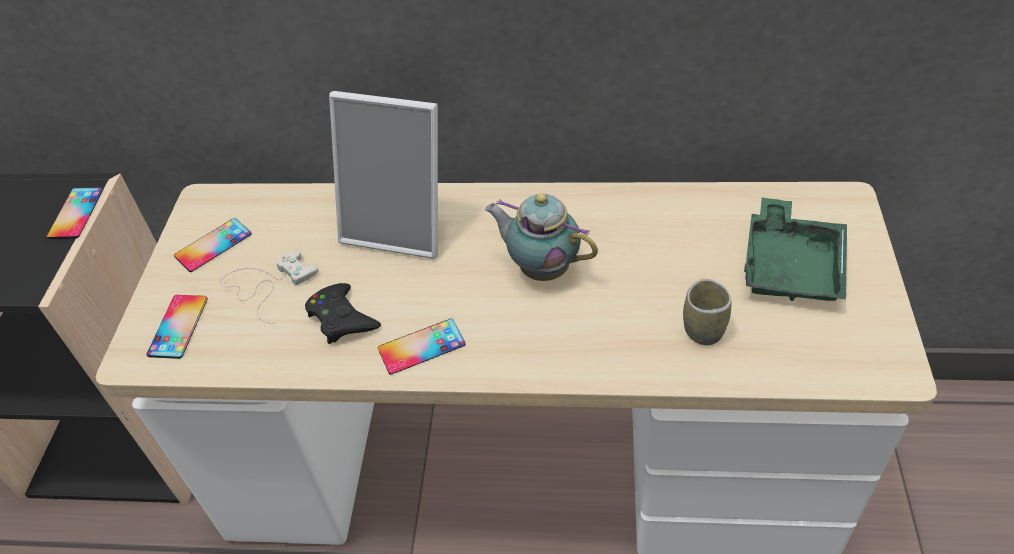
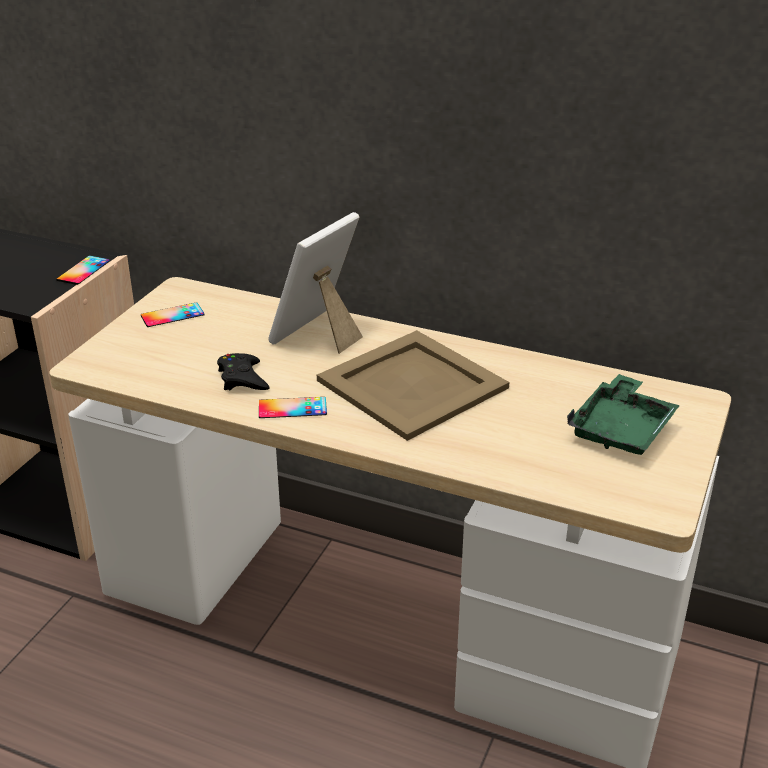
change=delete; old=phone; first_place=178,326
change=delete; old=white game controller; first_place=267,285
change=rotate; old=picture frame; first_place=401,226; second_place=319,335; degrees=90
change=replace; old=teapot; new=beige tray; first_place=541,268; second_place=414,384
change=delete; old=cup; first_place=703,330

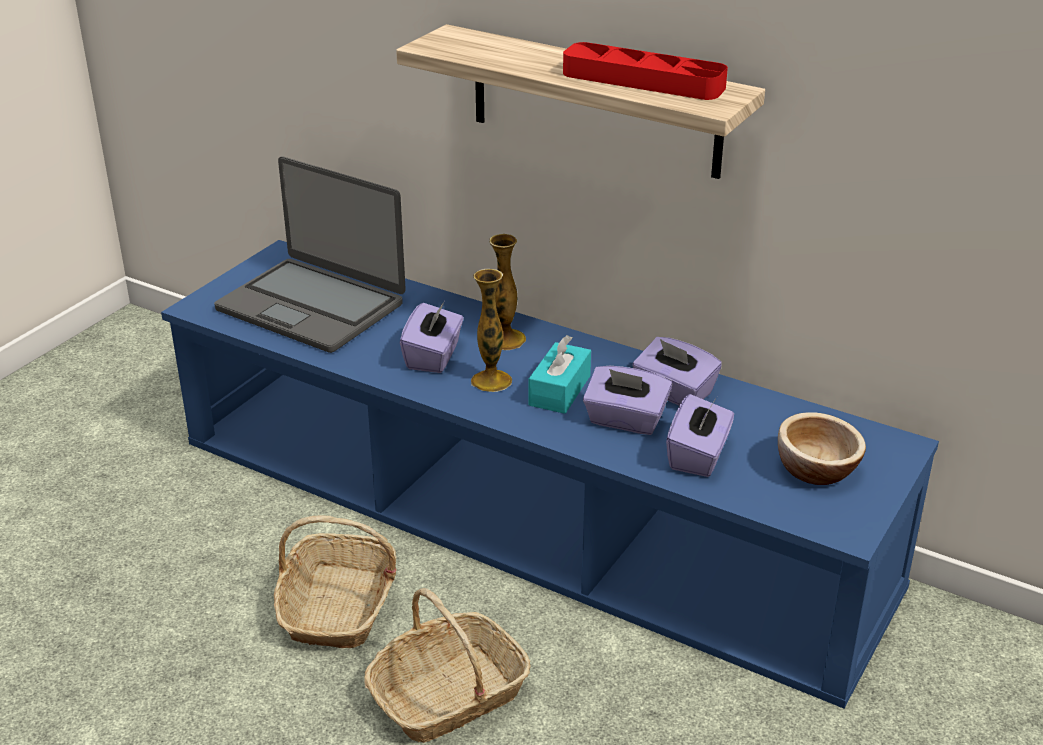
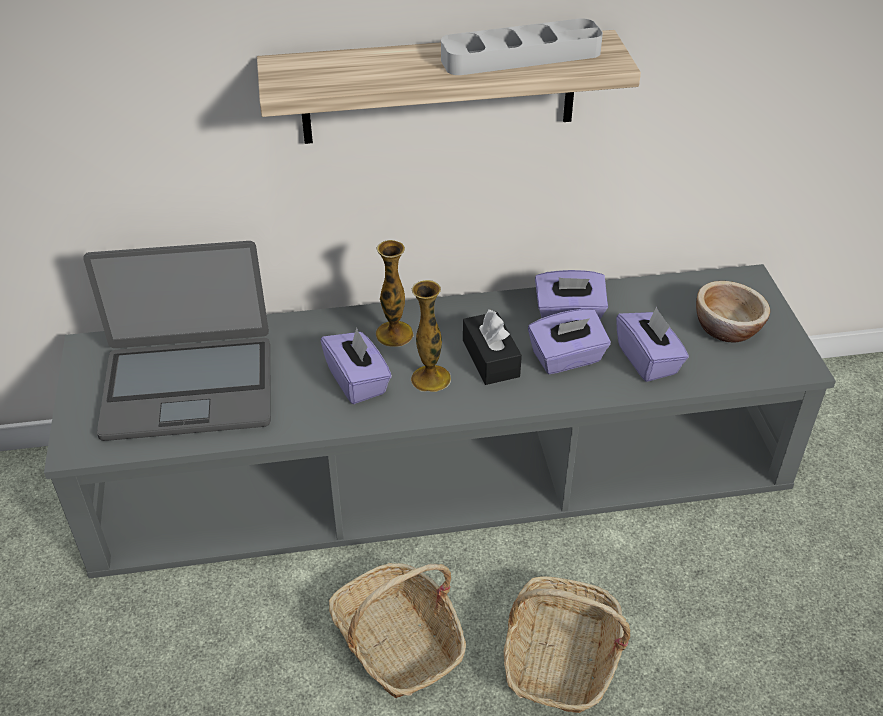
change=recolor; old=blue tv stand; new=grey tv stand; first_place=523,510; second_place=440,468
change=recolor; old=turquoise tissue box; new=black tissue box; first_place=559,390; second_place=490,358
change=recolor; old=red tray; new=grey tray; first_place=643,80; second_place=521,56

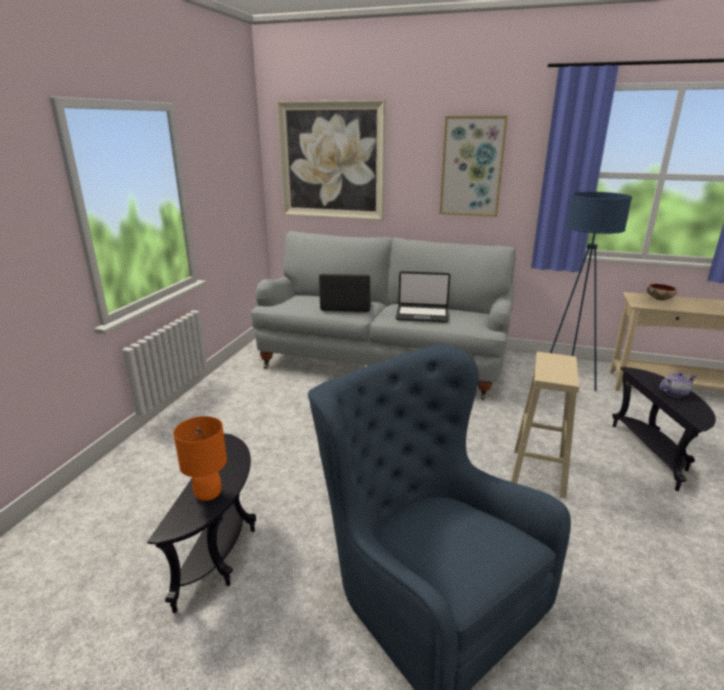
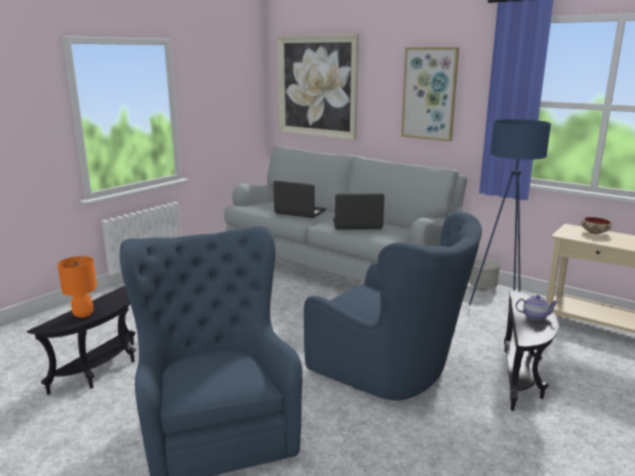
change=rotate; old=laptop; first_place=422,314; second_place=357,225; degrees=150
change=replace; old=beige stool; new=blue armchair; first_place=538,473; second_place=390,371
change=insert; new=grey planter; second_place=483,287

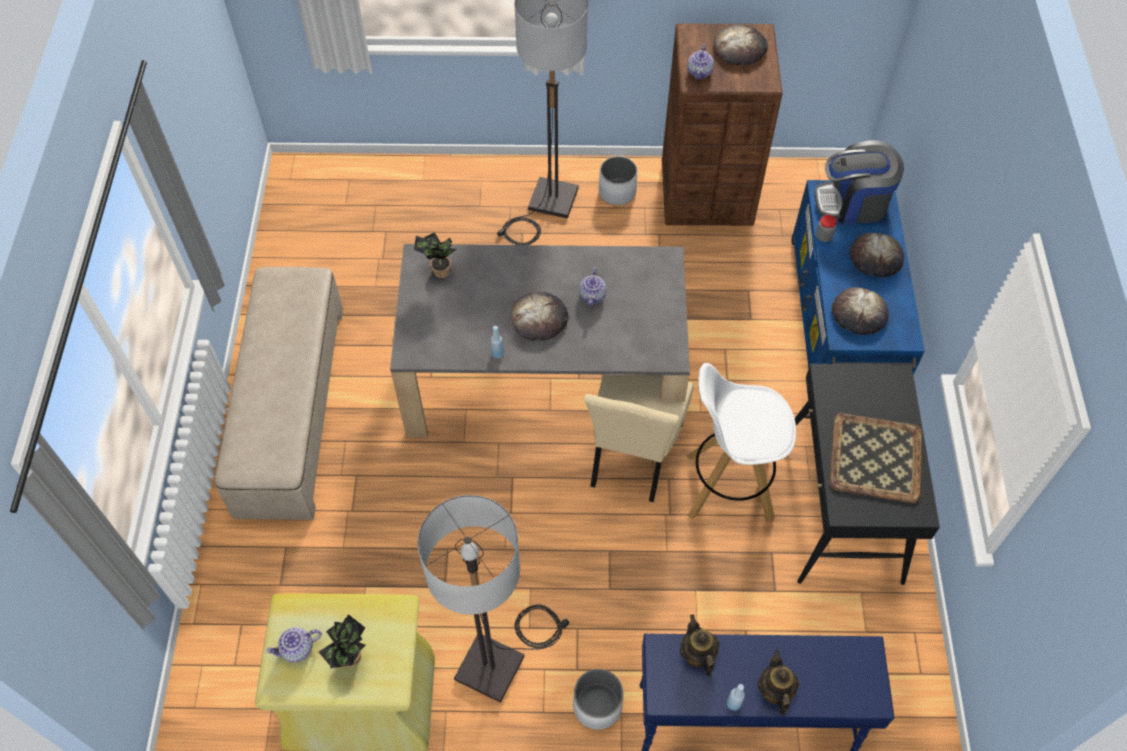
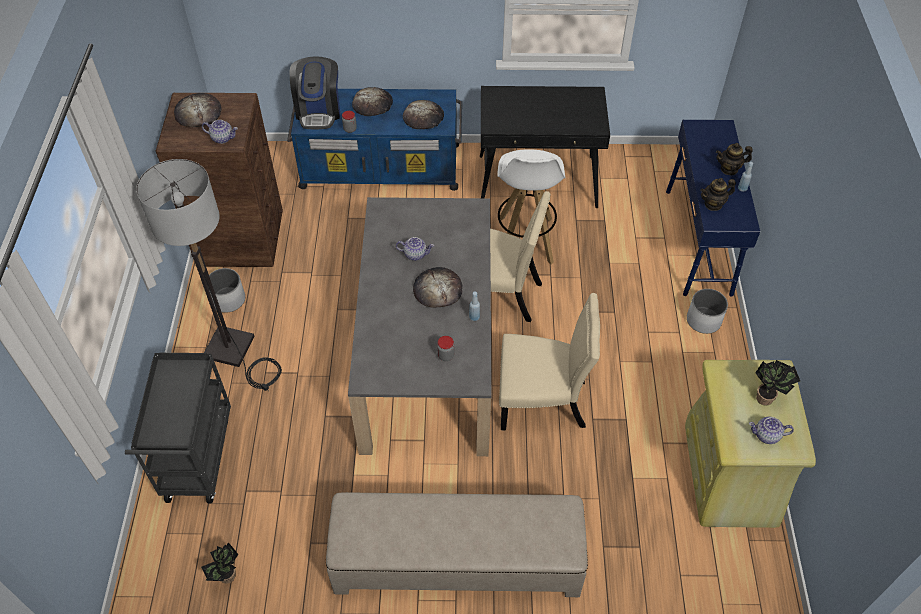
change=rotate; old=teapot; first_place=297,649; second_place=766,435; degrees=120
change=move; old=potted plant; first_place=439,272; second_place=228,578
change=delete; old=floor lamp; first_place=504,656
change=delete; old=tray; first_place=875,457
change=insert; new=grey cart; second_place=198,461
change=insert; new=jar; second_place=446,355
change=insert; new=beige chair; second_place=541,402

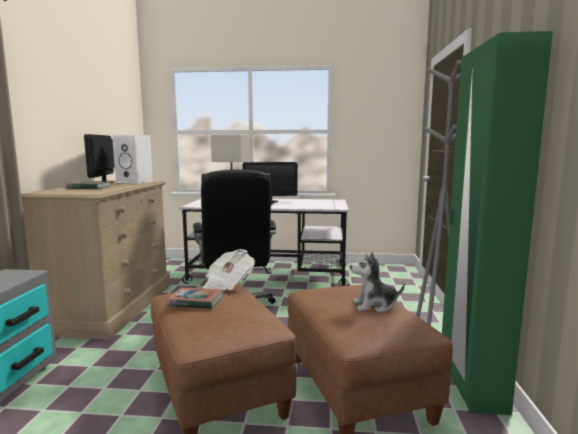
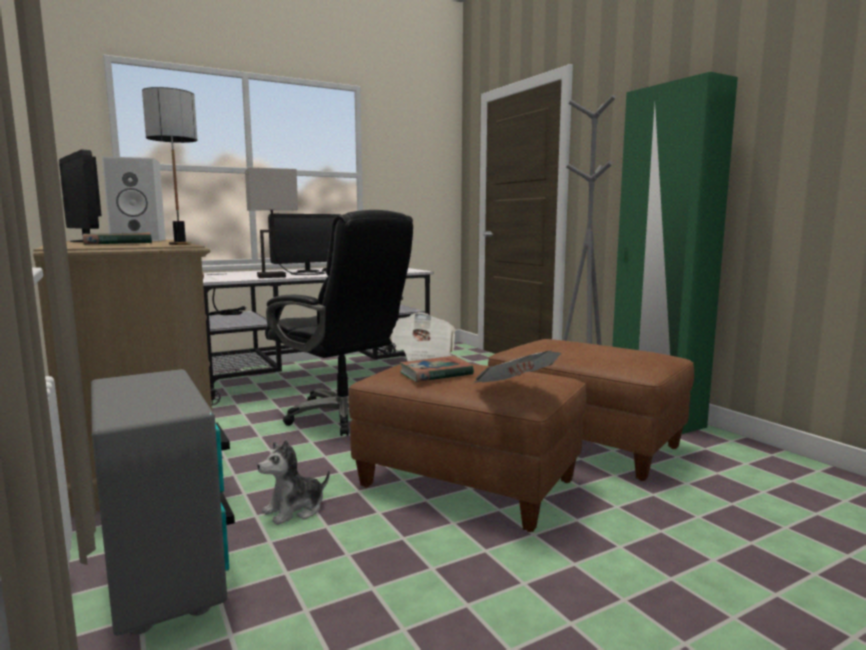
change=move; old=plush toy; first_place=375,306; second_place=295,510
change=insert; new=table lamp; second_place=179,244
change=insert; new=newspaper; second_place=515,391

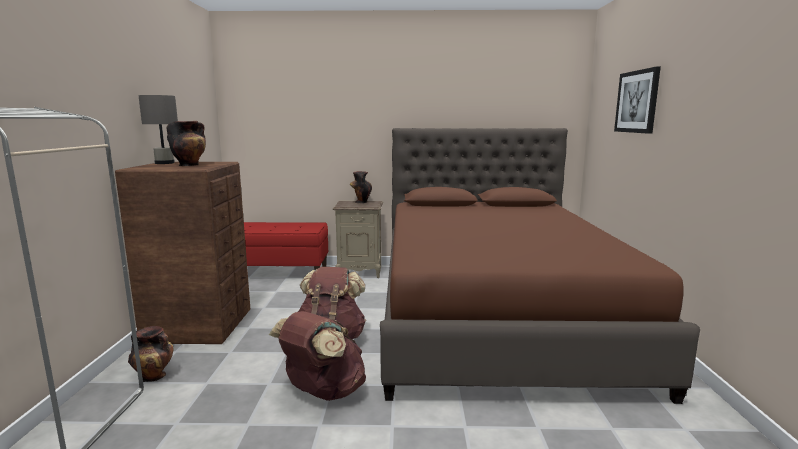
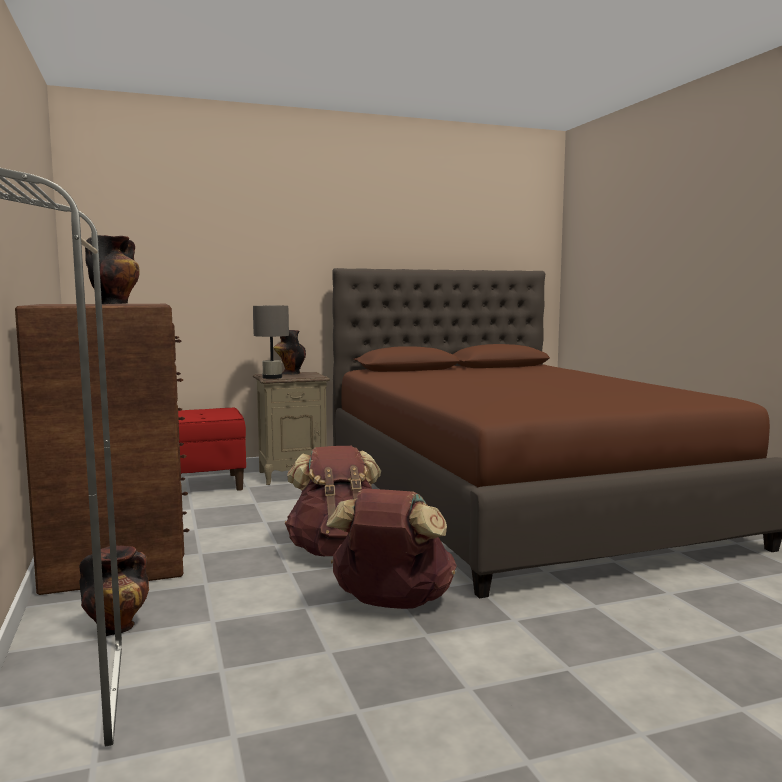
change=move; old=grey table lamp; first_place=164,163; second_place=272,377
change=delete; old=picture; first_place=637,101

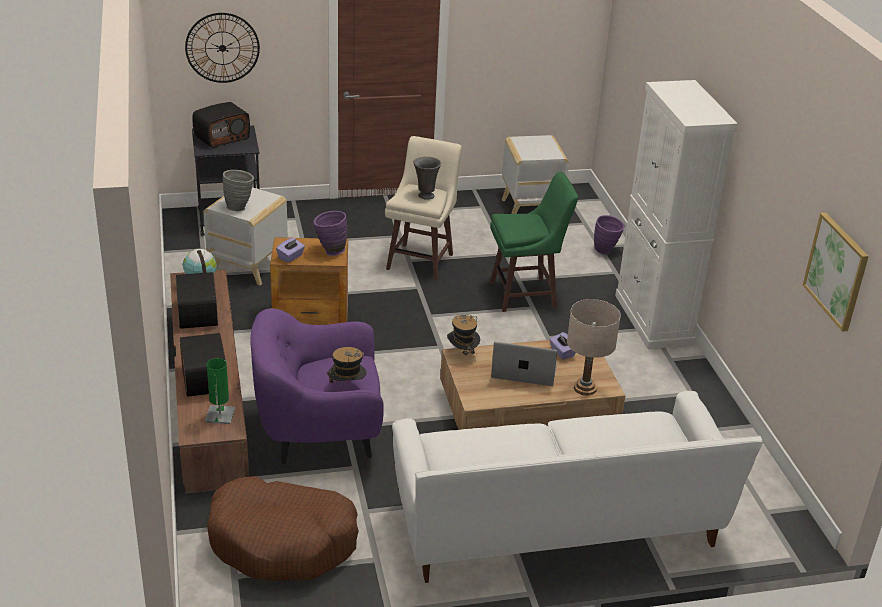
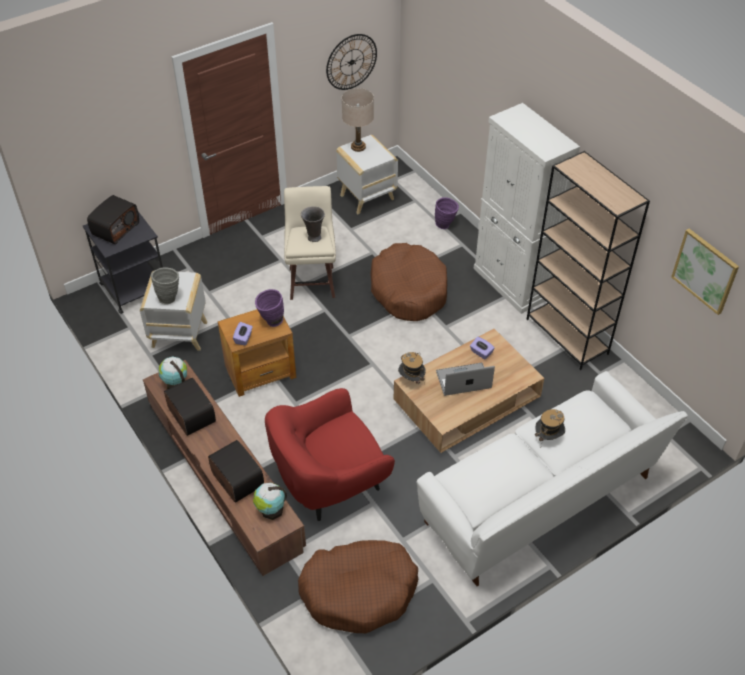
change=move; old=wall clock; first_place=222,48; second_place=351,62
change=replace; old=green table lamp; new=globe; first_place=220,415; second_place=270,510
change=recolor; old=purple armchair; new=red armchair; first_place=318,434; second_place=329,482
change=move; old=hat; first_place=347,387; second_place=548,438
change=replace; old=green stool; new=brown dog bed; first_place=525,295; second_place=408,290
change=move; old=beige table lamp; first_place=585,388; second_place=358,147
change=insert; new=beige bookcase; second_place=567,336

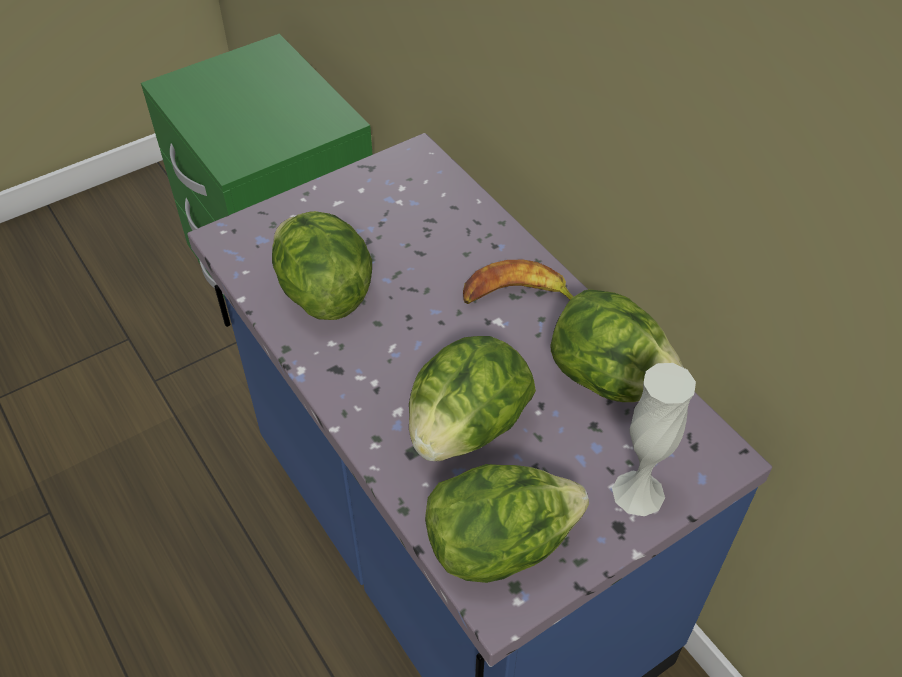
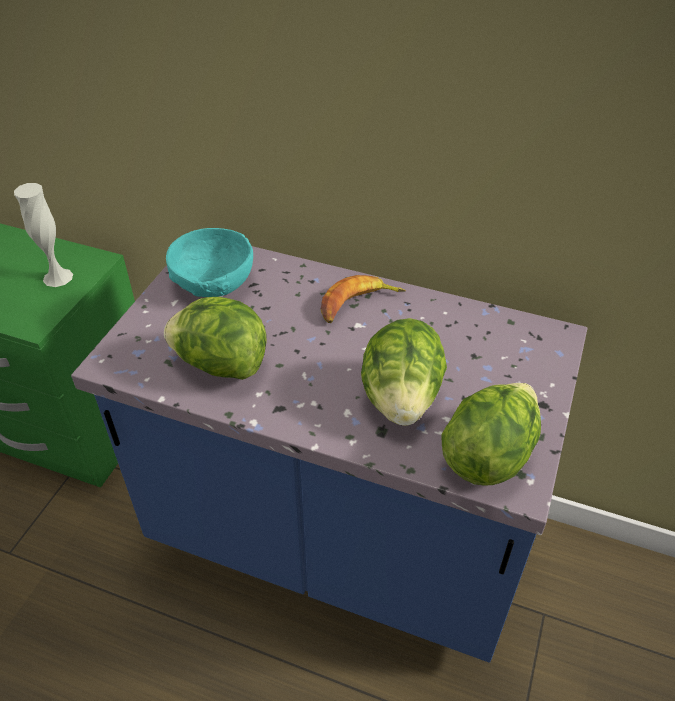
change=delete; old=lettuce; first_place=608,379
change=move; old=white vase; first_place=638,493; second_place=58,277
change=insert; new=turquoise bowl; second_place=213,282

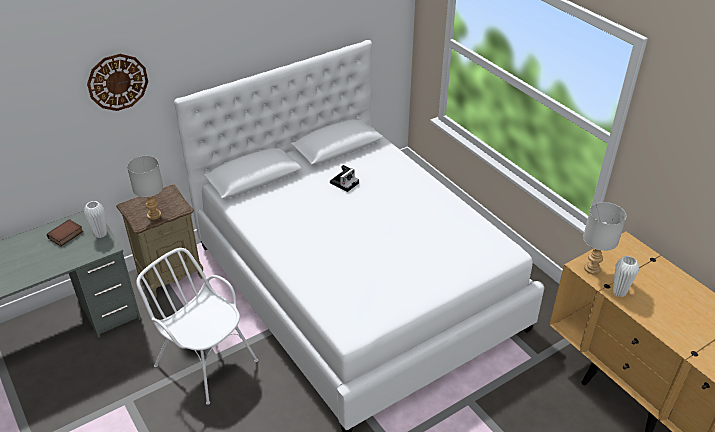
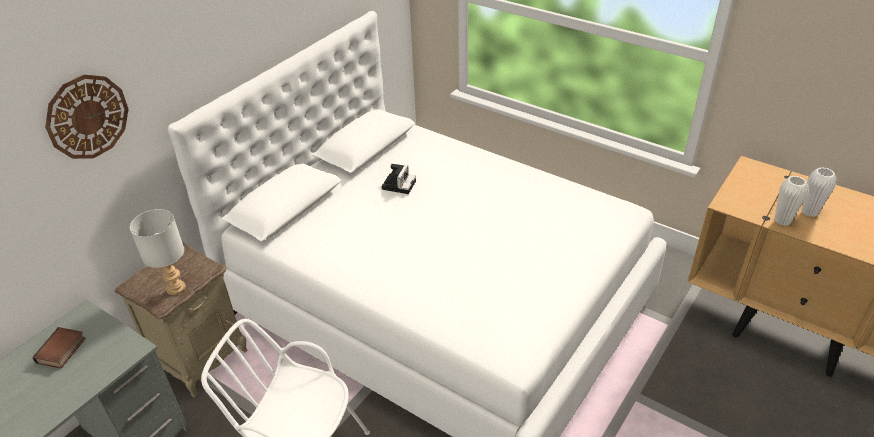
change=move; old=white vase; first_place=101,234; second_place=809,212
change=delete; old=grey table lamp; first_place=592,268

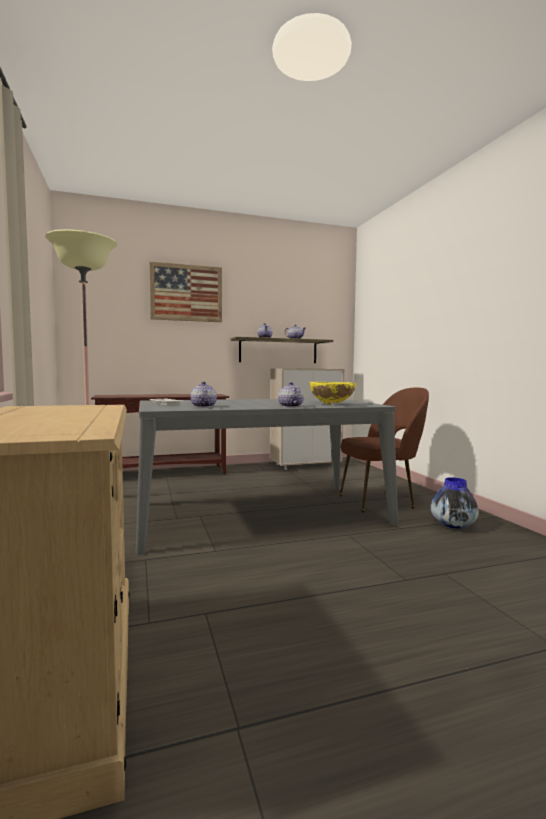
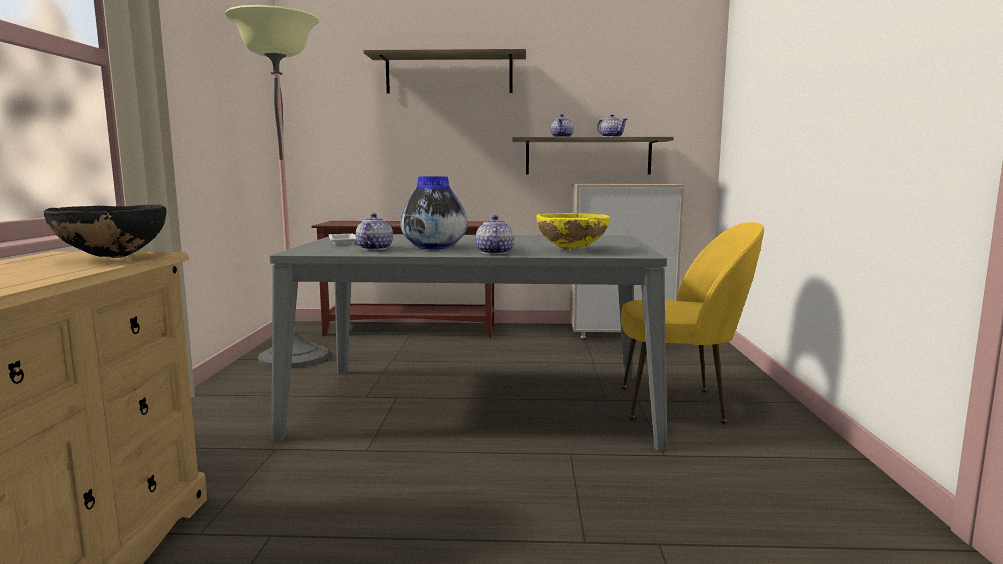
change=replace; old=picture; new=shelf; first_place=186,293; second_place=449,74
change=recolor; old=brown chair; new=yellow chair; first_place=381,501; second_place=681,406
change=move; old=vase; first_place=453,525; second_place=434,248
change=insert; new=black bowl; second_place=112,257

